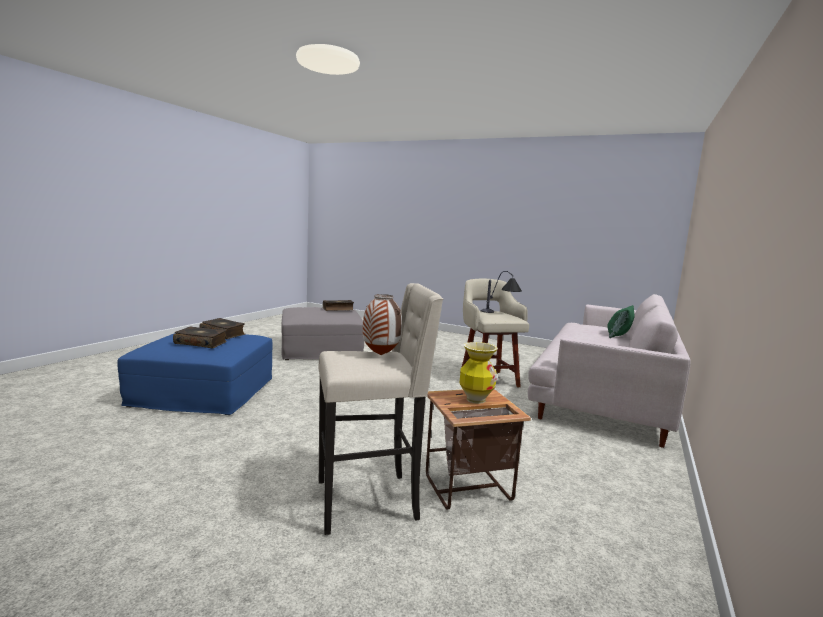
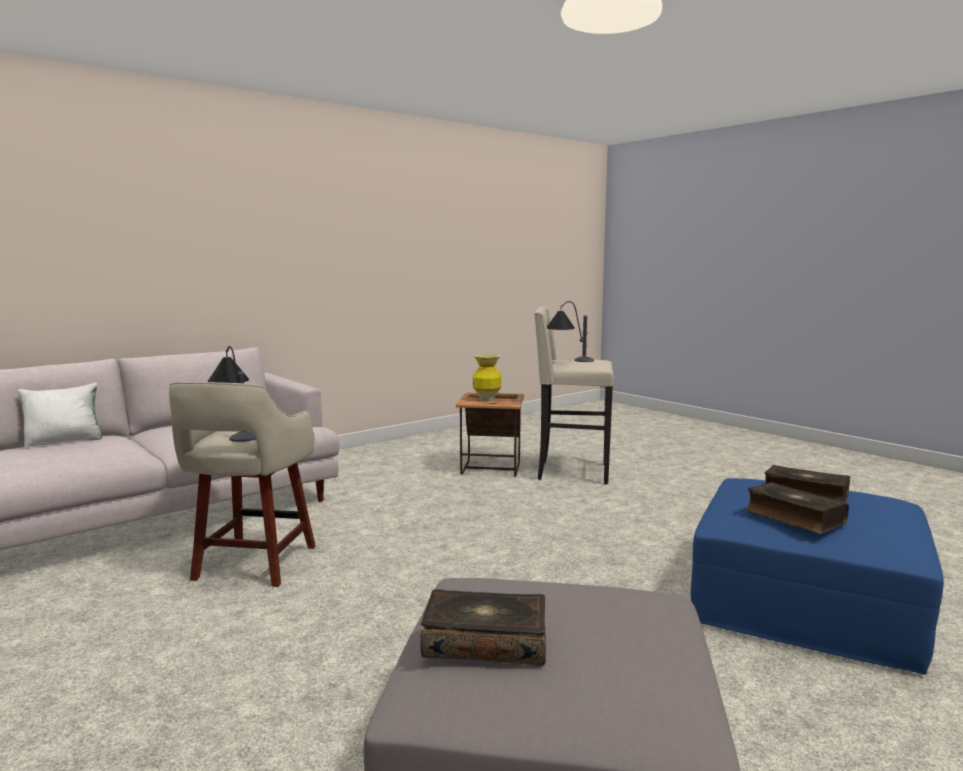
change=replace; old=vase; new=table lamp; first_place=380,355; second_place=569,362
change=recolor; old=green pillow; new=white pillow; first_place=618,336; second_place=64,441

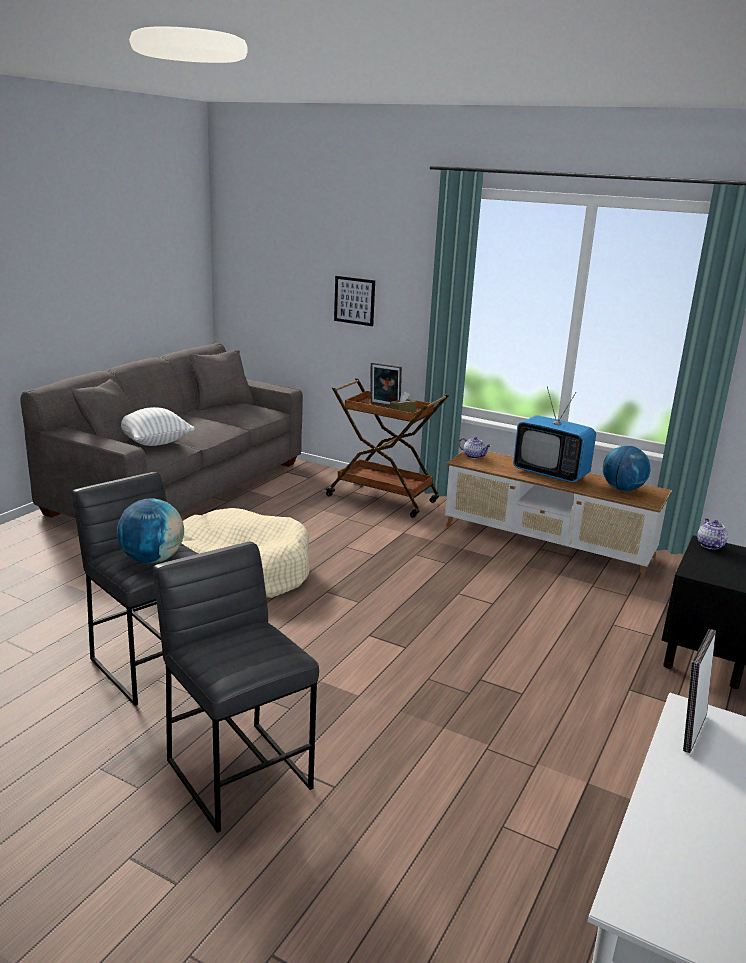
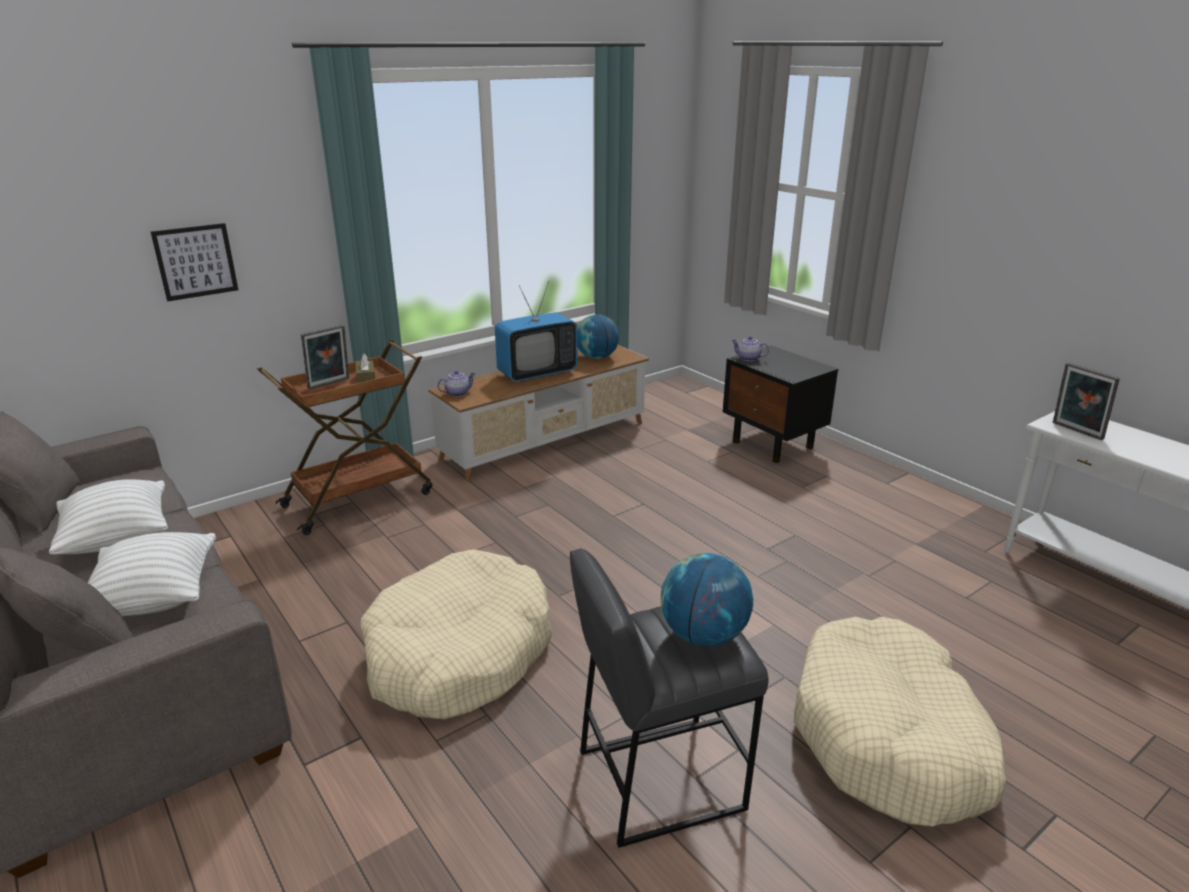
change=replace; old=grey stool; new=beige dog bed; first_place=238,772; second_place=889,738
change=insert; new=white pillow; second_place=118,539

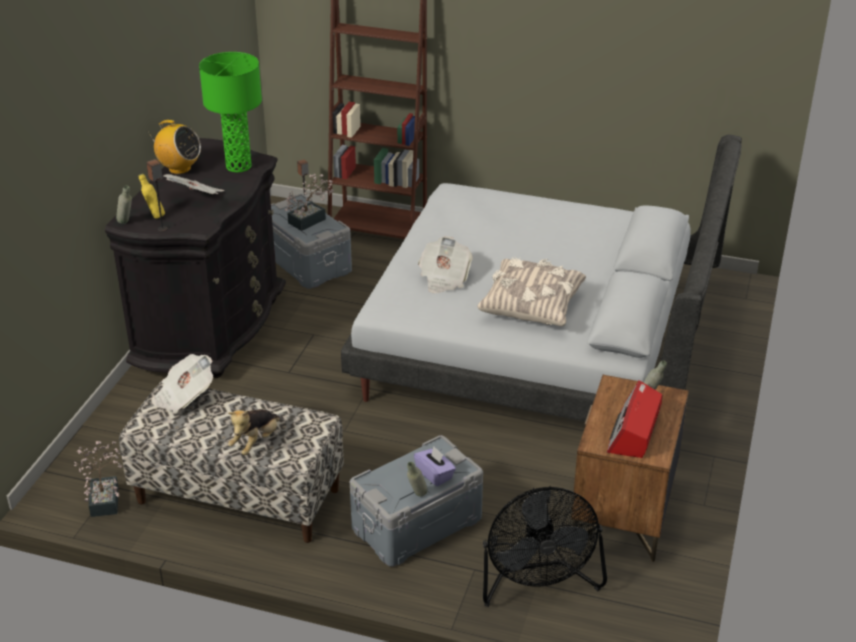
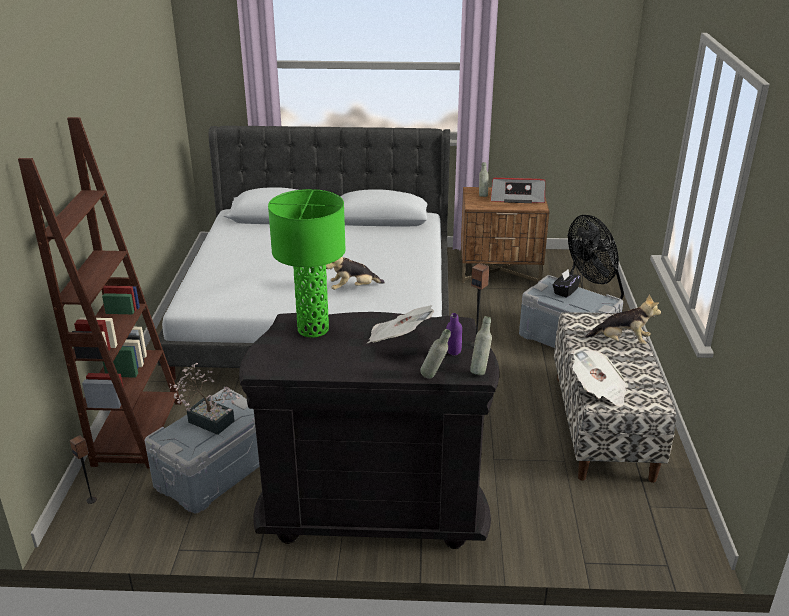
change=delete; old=potted plant; first_place=105,497
change=recolor; old=yellow bottle; new=purple bottle; first_place=154,216; second_place=453,356
change=delete; old=radio; first_place=179,169
change=move; old=grey bottle; first_place=417,496; second_place=434,377
change=recolor; old=purple tissue box; new=black tissue box; first_place=435,474; second_place=565,291
change=replace; old=newspaper; new=plush toy; first_place=444,278; second_place=353,288
change=delete; old=beige pillow; first_place=531,307

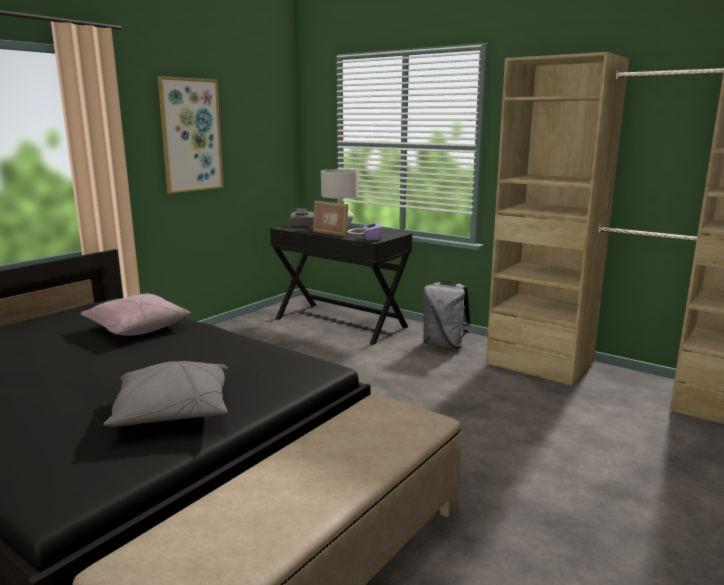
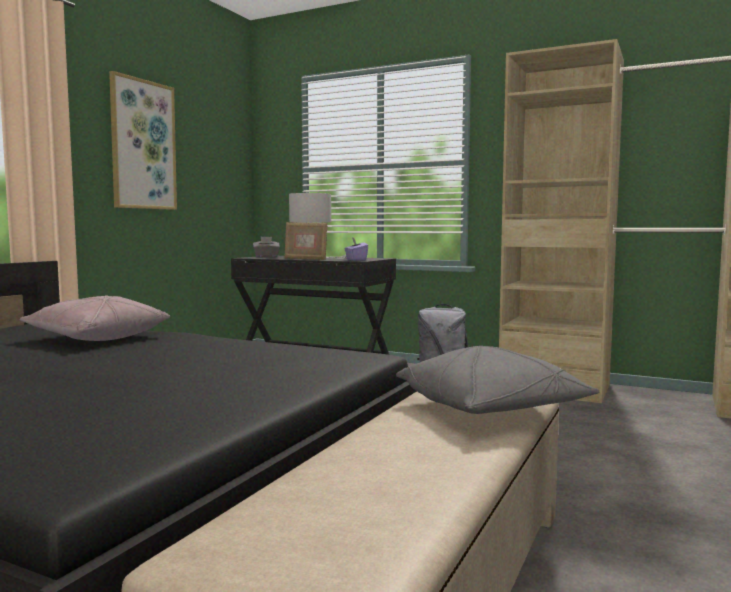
change=move; old=grey pillow; first_place=174,413; second_place=491,410

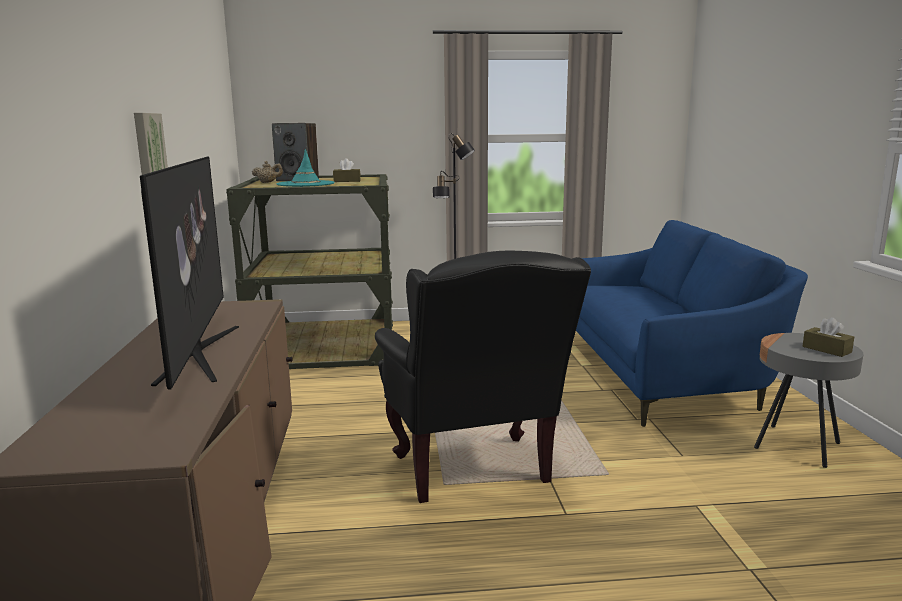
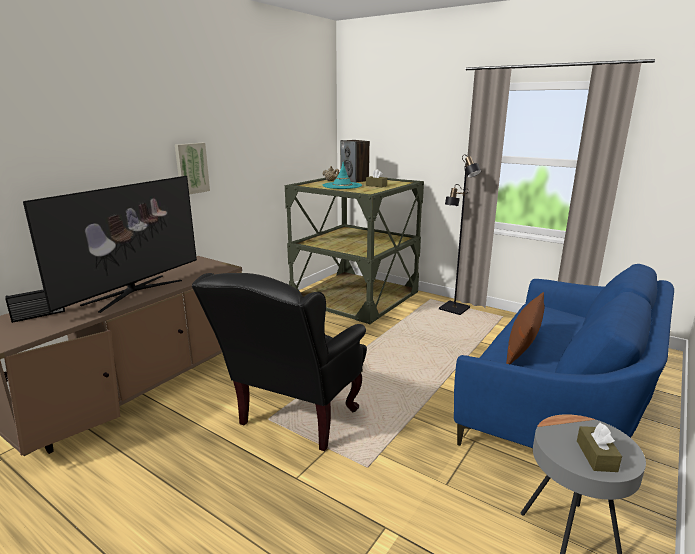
change=insert; new=radio; second_place=38,315
change=insert; new=brown pillow; second_place=523,347

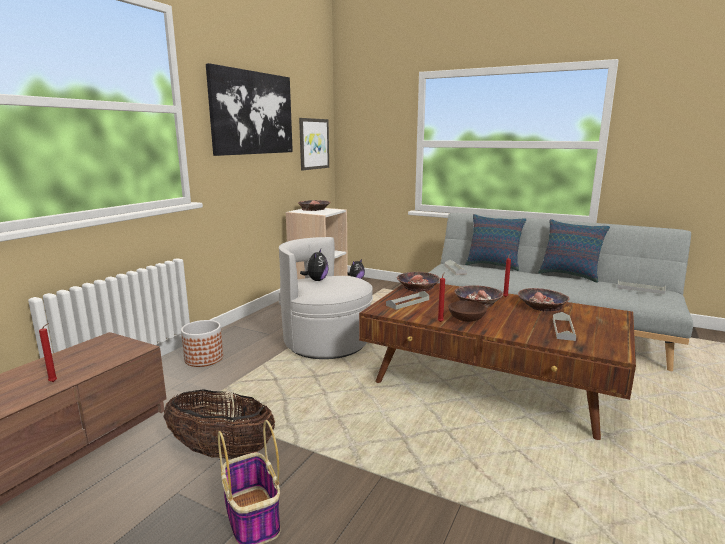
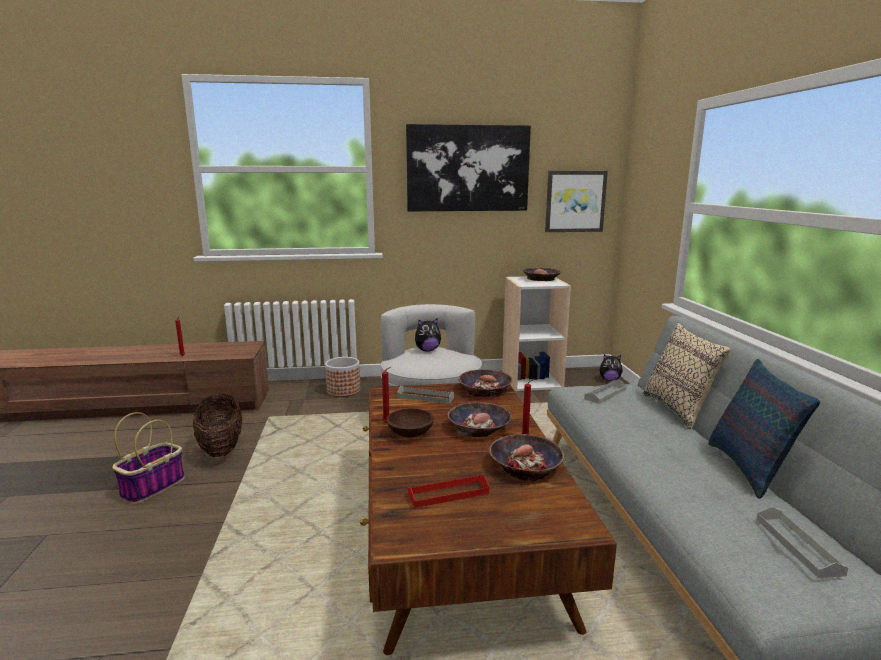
change=recolor; old=blue pillow; new=beige pillow; first_place=493,266; second_place=677,410
change=recolor; old=grey tray; new=red tray; first_place=563,329; second_place=448,494

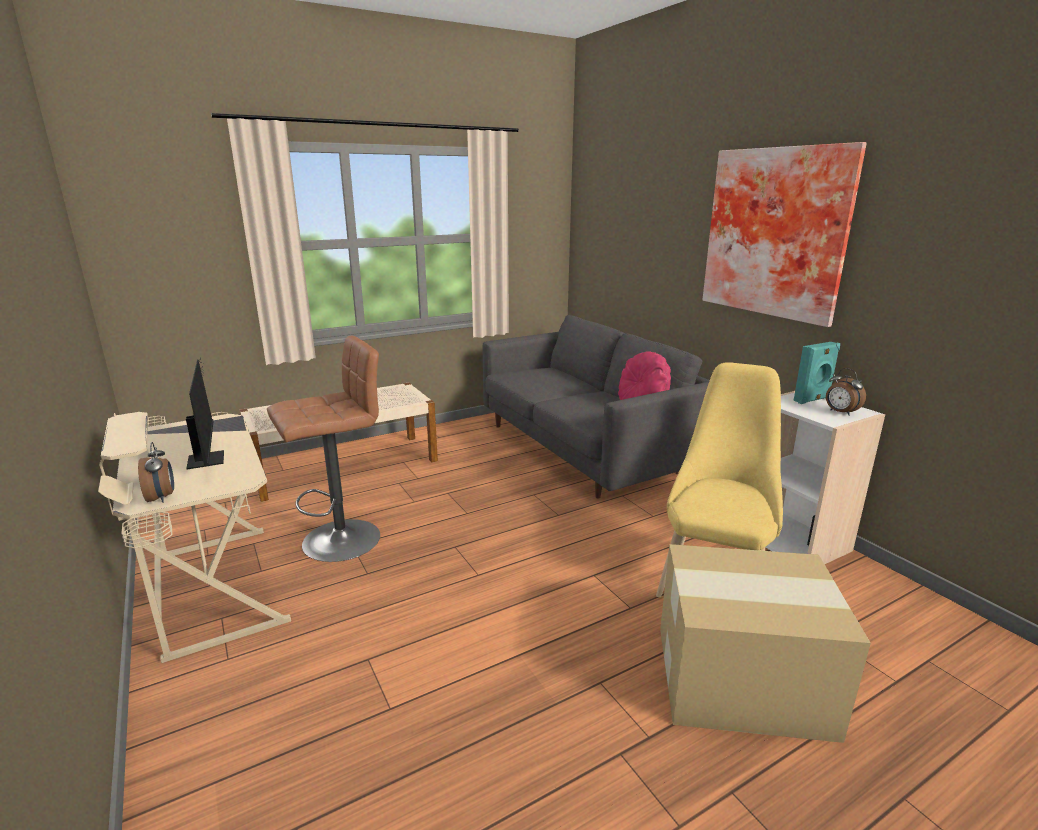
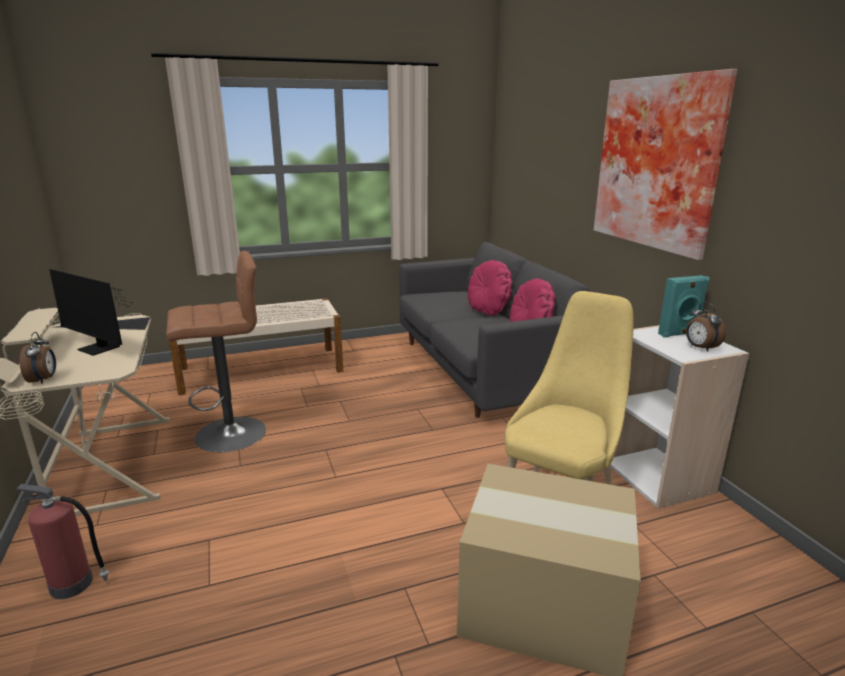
change=rotate; old=monitor; first_place=208,457; second_place=100,349; degrees=135
change=insert; new=fire extinguisher; second_place=73,584
change=insert; new=pink pillow; second_place=488,312

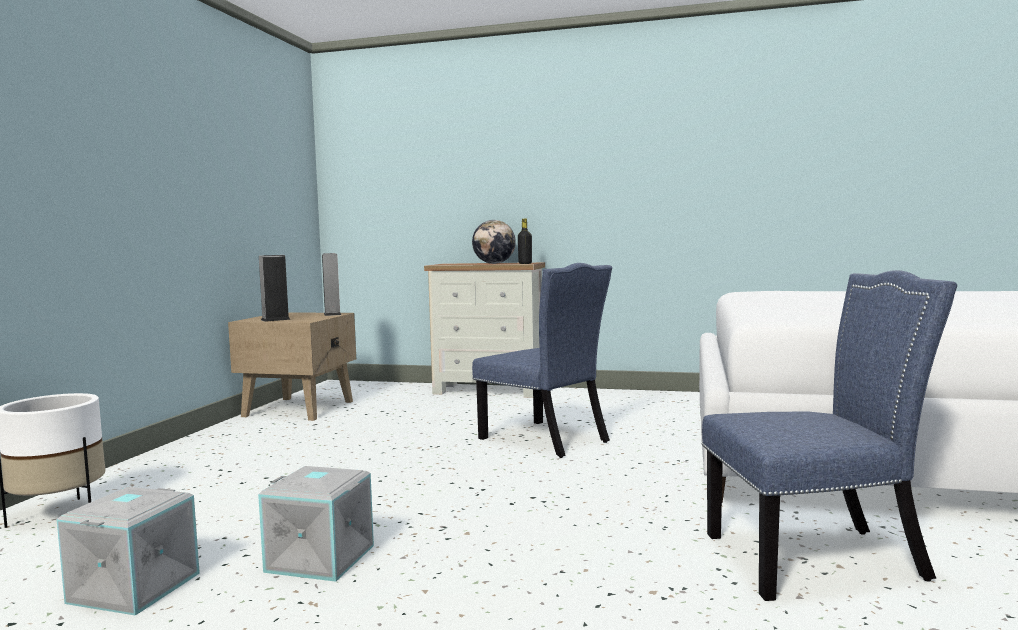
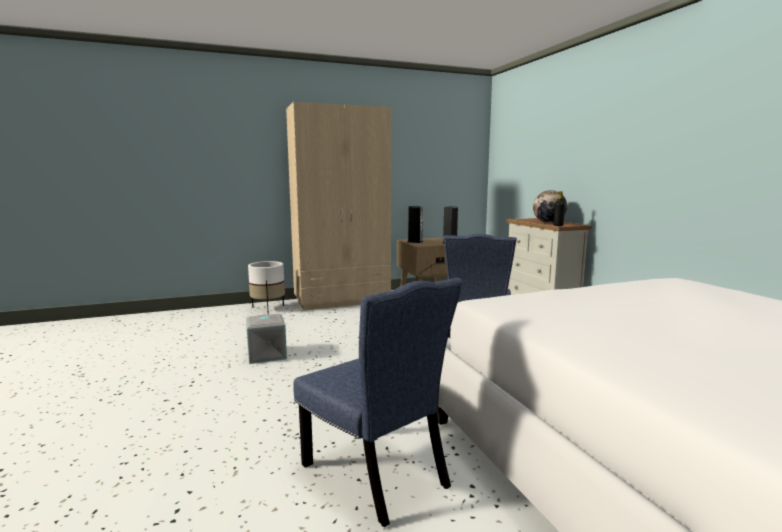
change=delete; old=grey storage box; first_place=133,587
change=insert; new=beige wardrobe; second_place=342,301

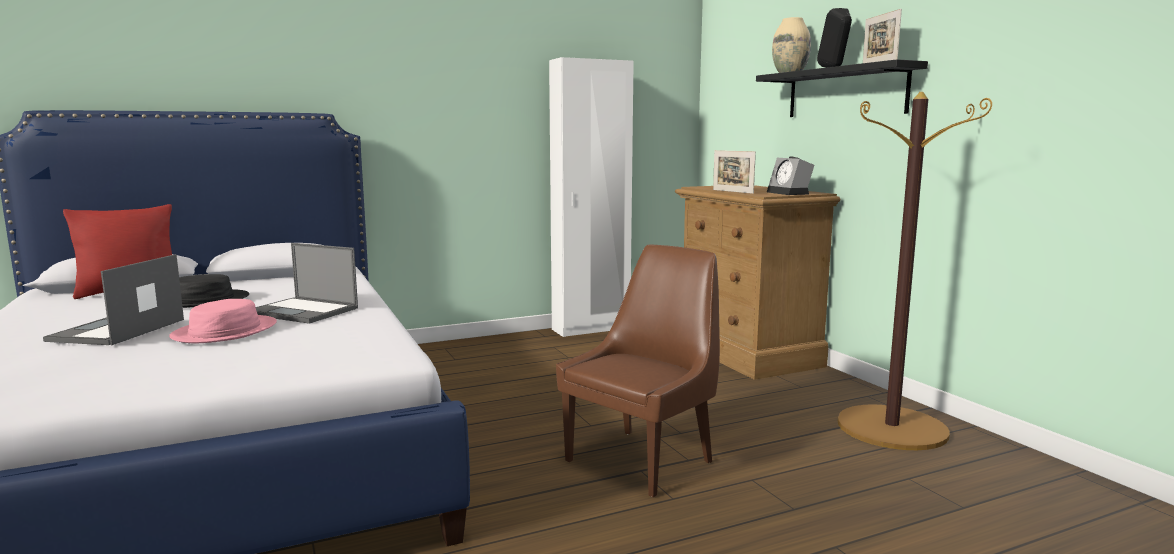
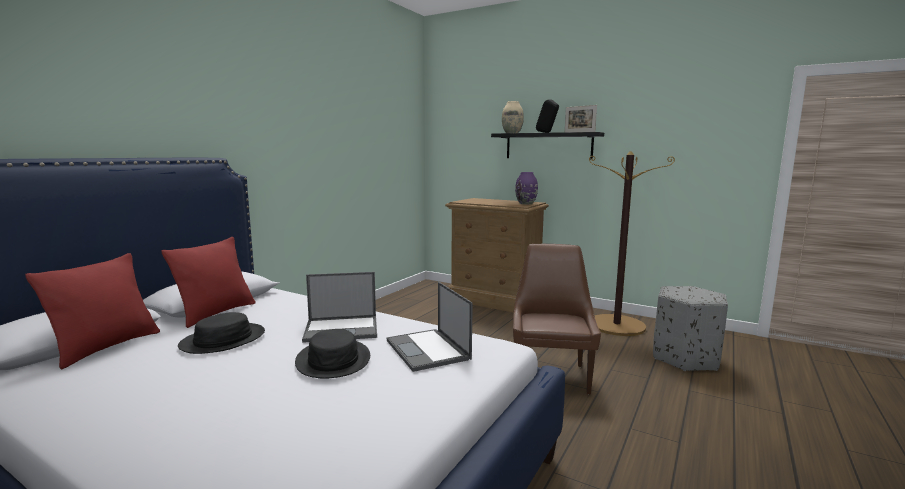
change=move; old=laptop; first_place=117,330; second_place=428,350
change=recolor; old=pink hat; new=black hat; first_place=225,331; second_place=333,360
change=delete; old=white wardrobe; first_place=591,329
change=delete; old=picture frame; first_place=732,191
change=replace; old=alarm clock; new=purple vase; first_place=790,193; second_place=526,203
change=insert; new=red pillow; second_place=216,313
change=insert; new=grey ottoman; second_place=685,358

